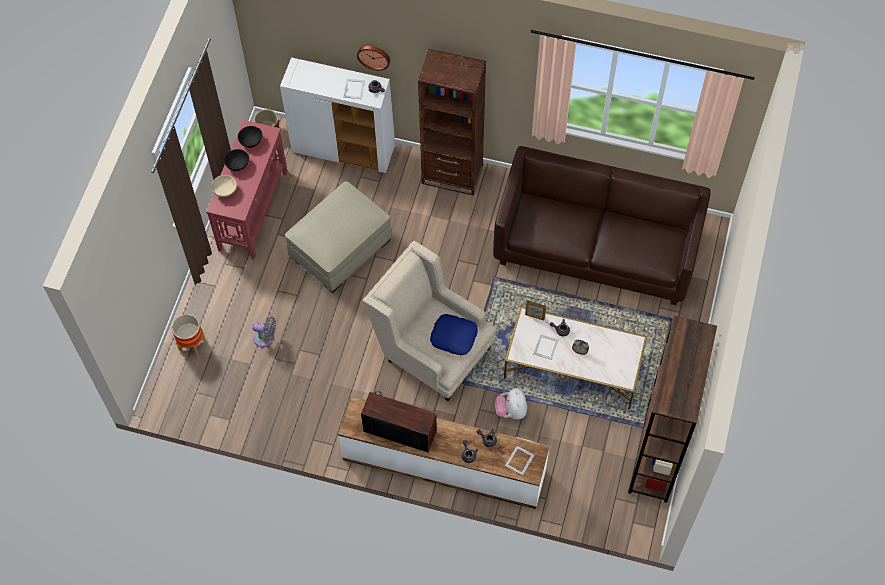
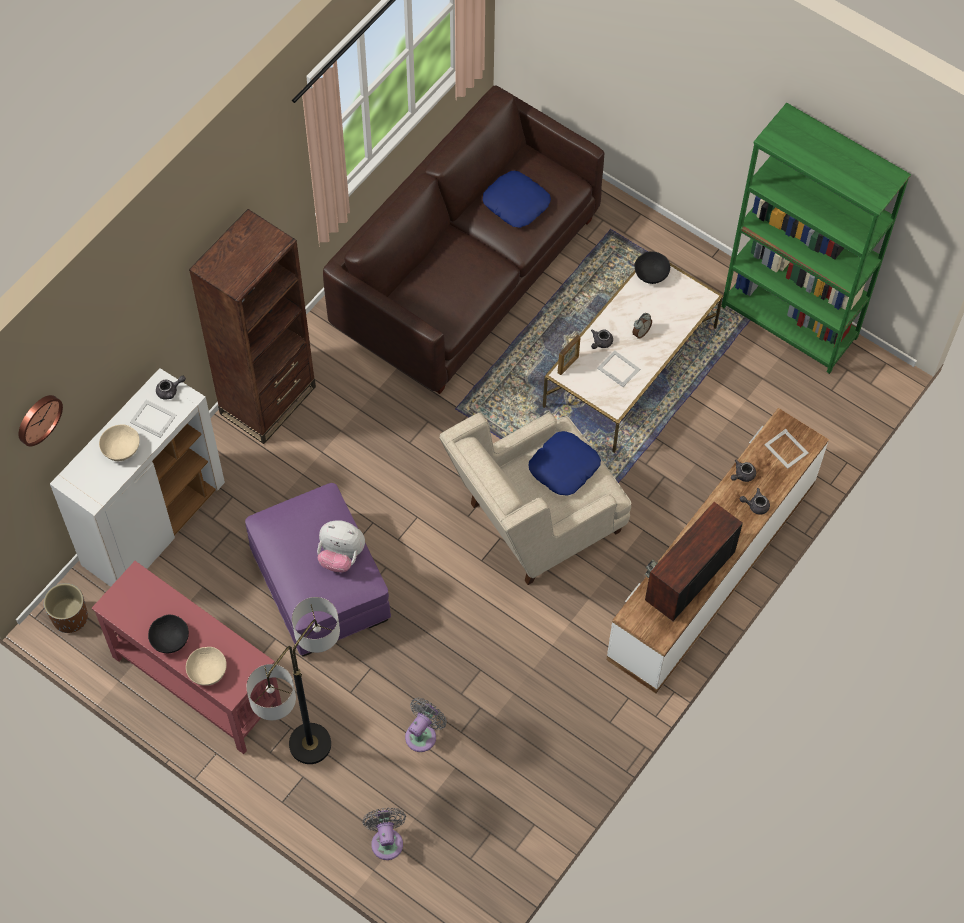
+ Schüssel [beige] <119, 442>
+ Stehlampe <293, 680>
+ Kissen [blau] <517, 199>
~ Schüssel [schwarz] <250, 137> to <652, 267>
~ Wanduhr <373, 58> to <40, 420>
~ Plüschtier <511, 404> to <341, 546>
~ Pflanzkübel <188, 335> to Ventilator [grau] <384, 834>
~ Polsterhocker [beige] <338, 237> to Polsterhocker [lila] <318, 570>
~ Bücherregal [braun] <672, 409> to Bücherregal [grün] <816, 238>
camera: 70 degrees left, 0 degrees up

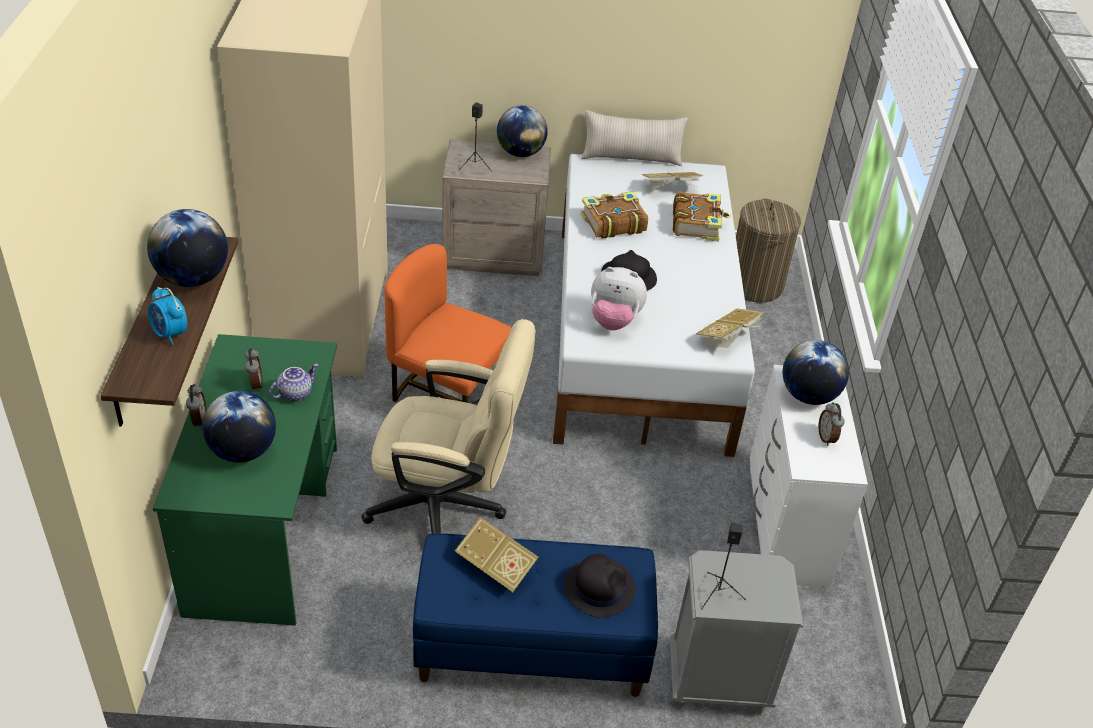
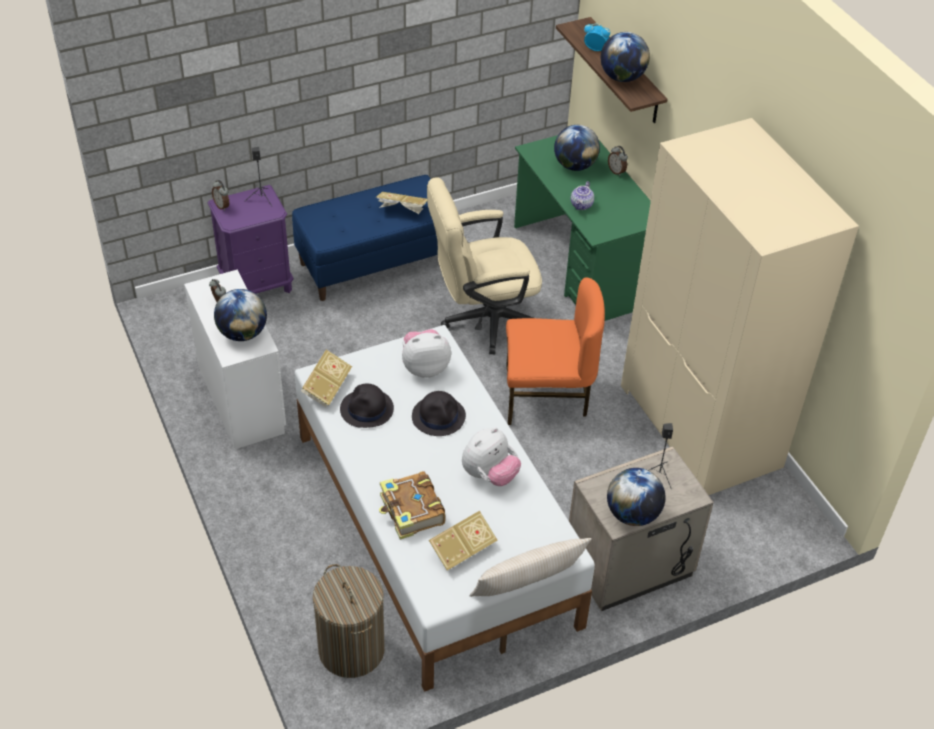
~ Wecker <254, 370> to <220, 195>
~ Hut [schwarz] <600, 585> to <367, 406>
~ Buch <614, 215> to Plüschtier <491, 456>
~ Nachttisch [grau] <736, 632> to Nachttisch [lila] <250, 239>
camera: 155 degrees right, 5 degrees up

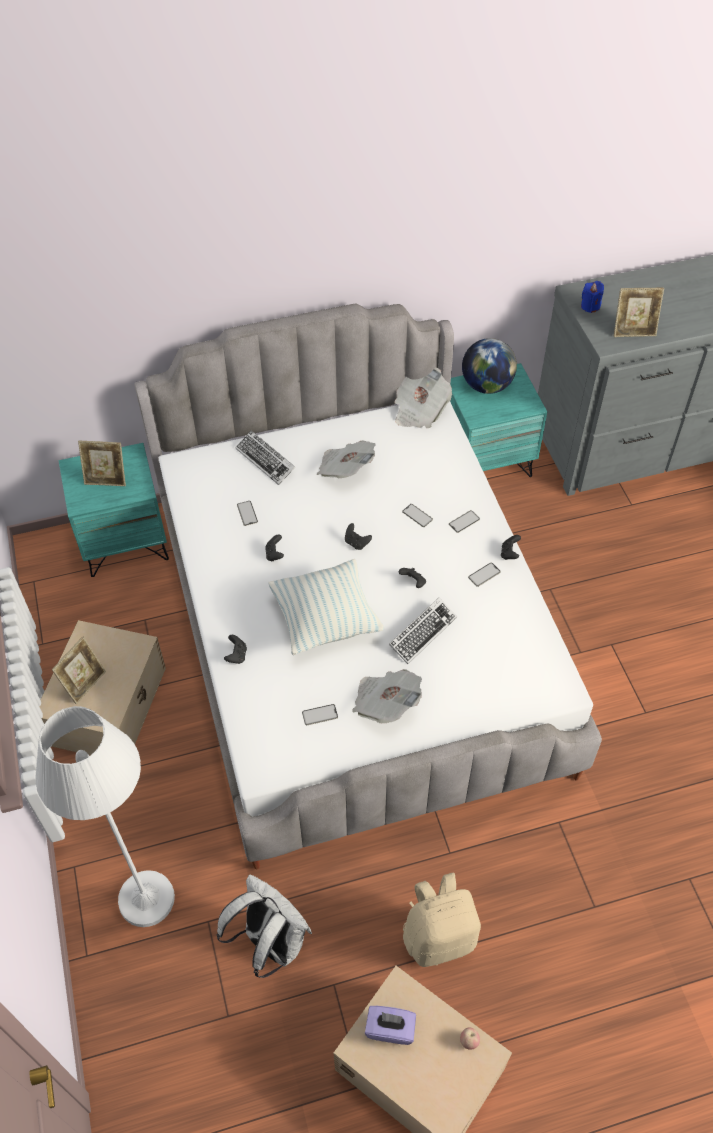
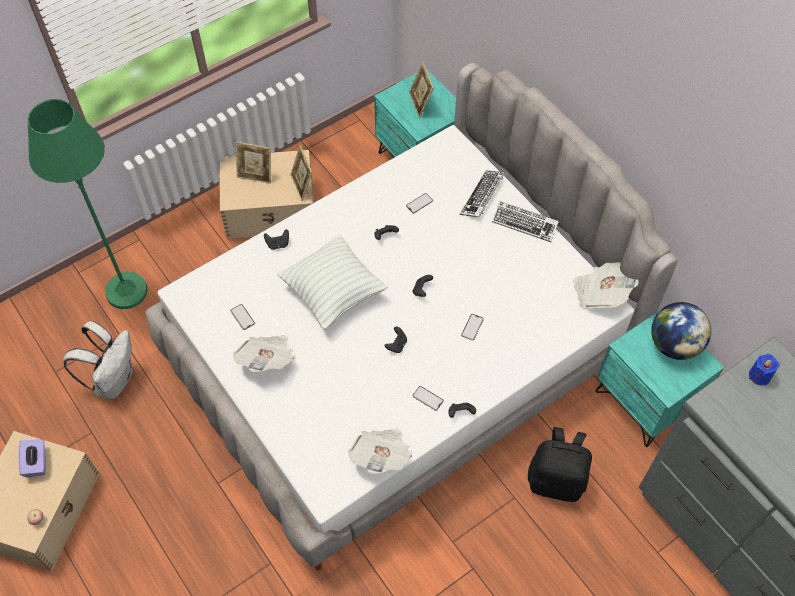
- Rucksack [beige] <442, 920>
- Handy <464, 521>
+ Rucksack [schwarz] <560, 464>
~ Zeitung <346, 459> to <380, 451>
~ Tastatur <423, 630> to <525, 221>
~ Bilderrahmen <639, 312> to <301, 173>
~ Stehlampe [weiß] <105, 816> to Stehlampe [grün] <88, 204>
camera: 70 degrees right, 5 degrees up

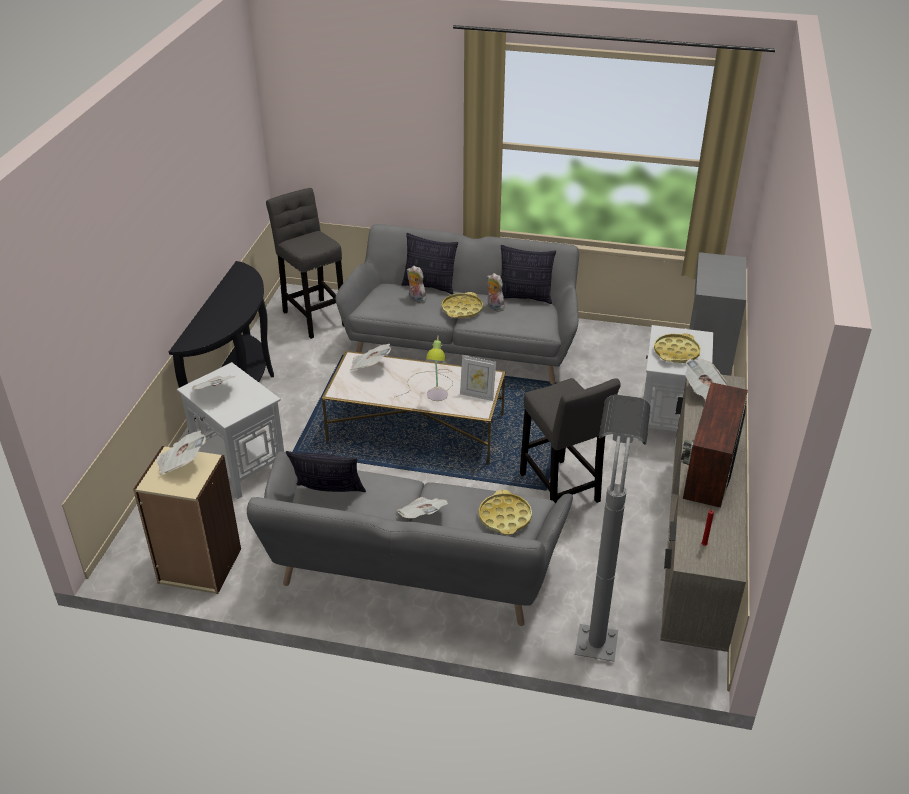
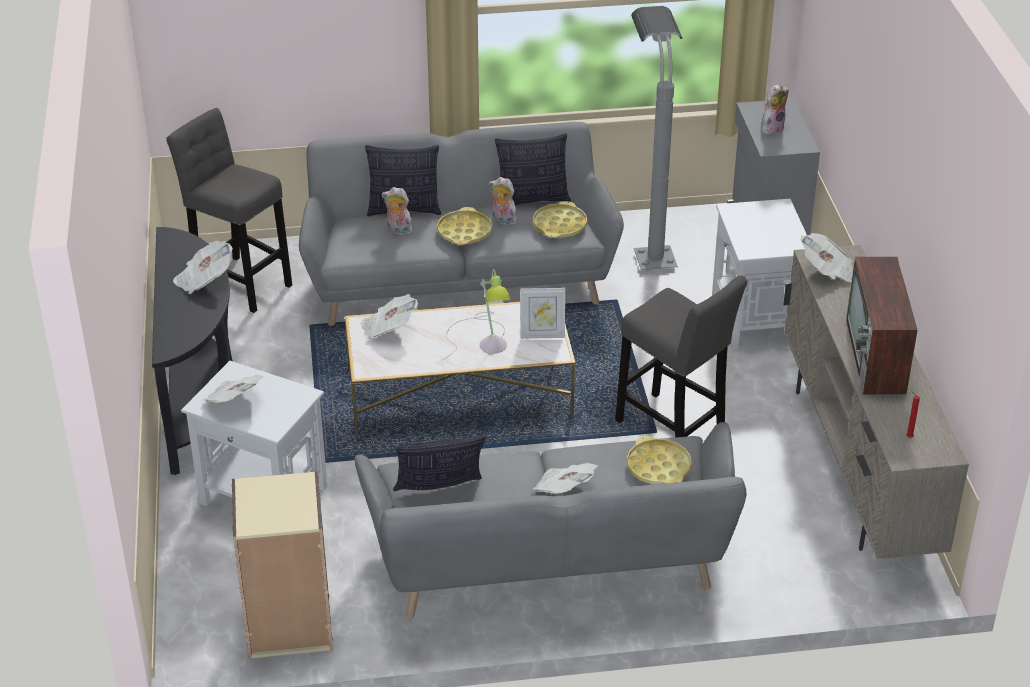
+ Plüschtier <775, 109>
~ Zeitung <181, 452> to <203, 267>
~ Stehlampe [grau] <613, 528> to <657, 138>
~ Tablett [gelb] <677, 348> to <560, 219>
camera: 20 degrees left, 0 degrees up

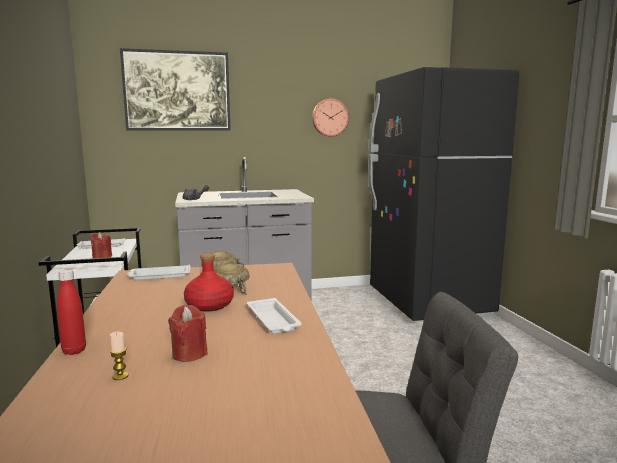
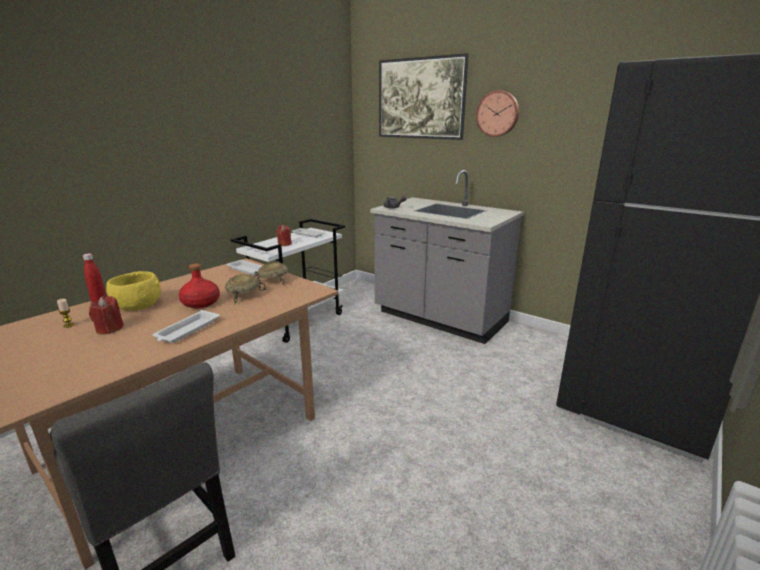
+ Schüssel [gelb] <133, 291>
~ Wanduhr <330, 117> to <497, 113>
camera: 50 degrees right, 10 degrees up

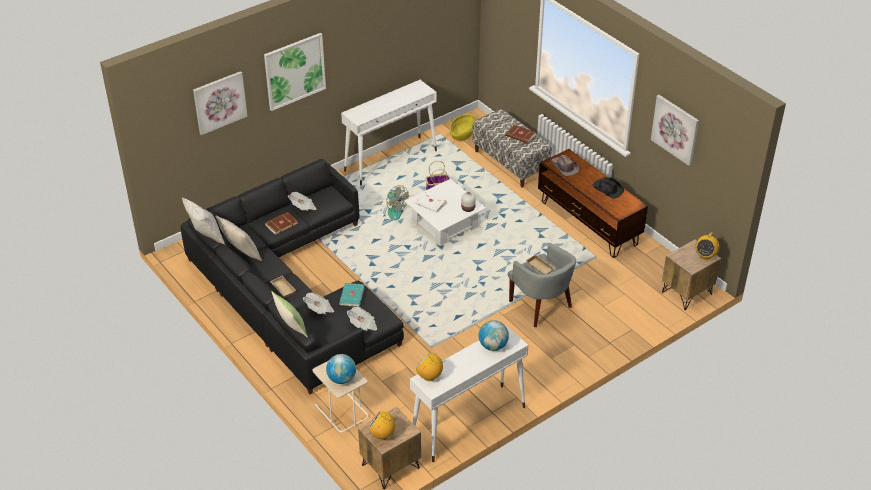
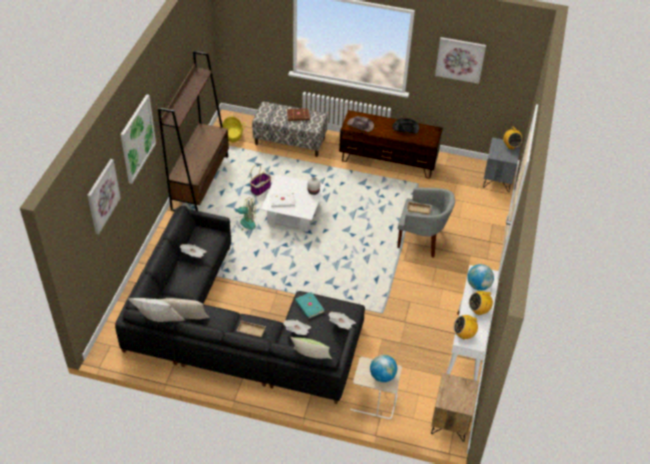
- Buch [braun] <281, 223>
~ Radio <383, 425> to <481, 302>
~ Konsolentisch [weiß] <389, 133> to Bücherregal [braun] <193, 131>
~ Nachttisch [braun] <691, 274> to Nachttisch [grau] <502, 164>
camera: 40 degrees left, 5 degrees up

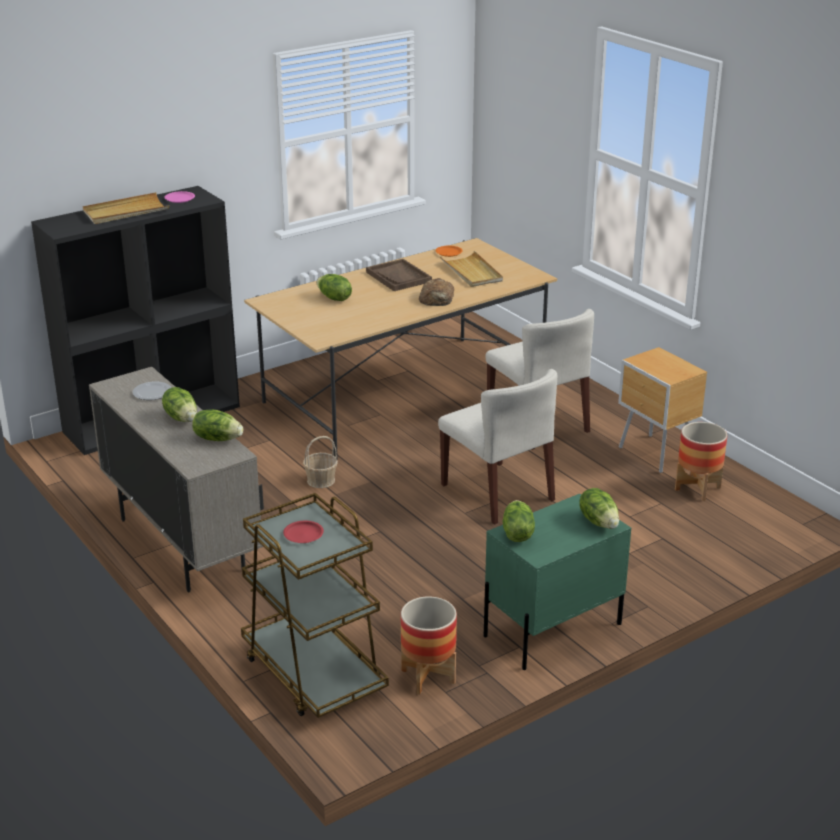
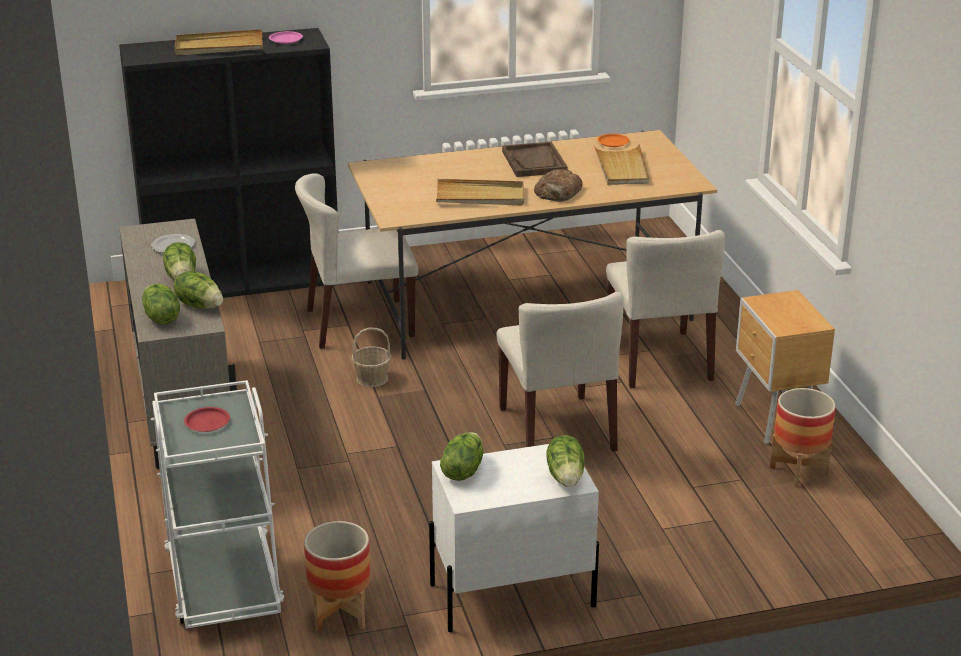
+ Stuhl [beige] <356, 261>
+ Tablett [beige] <480, 192>
~ Salatkopf <334, 287> to <161, 304>
~ Rollwagen [braun] <315, 605> to Rollwagen [weiß] <217, 504>
~ Nachttisch [grün] <557, 582> to Nachttisch [weiß] <514, 538>
camera: 20 degrees right, 0 degrees up

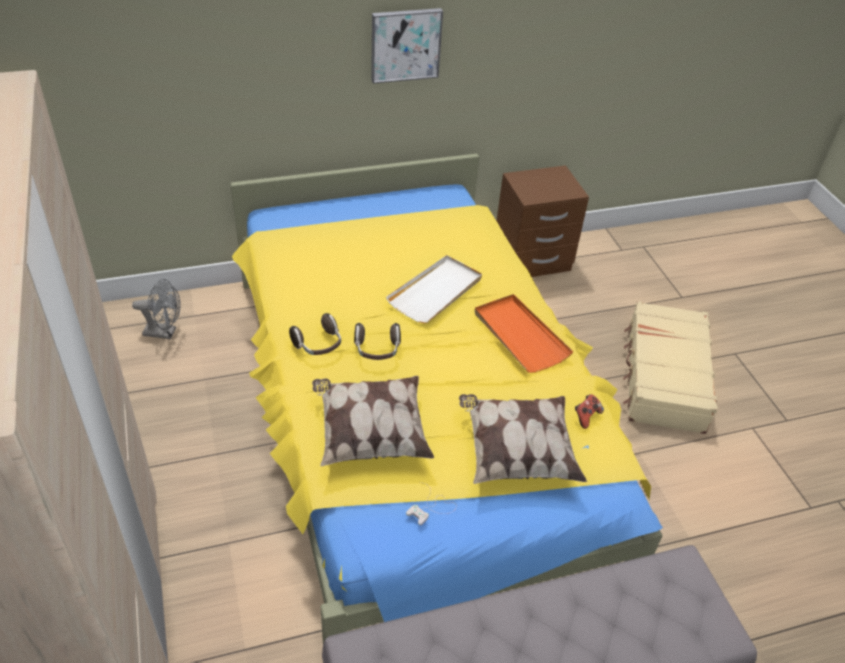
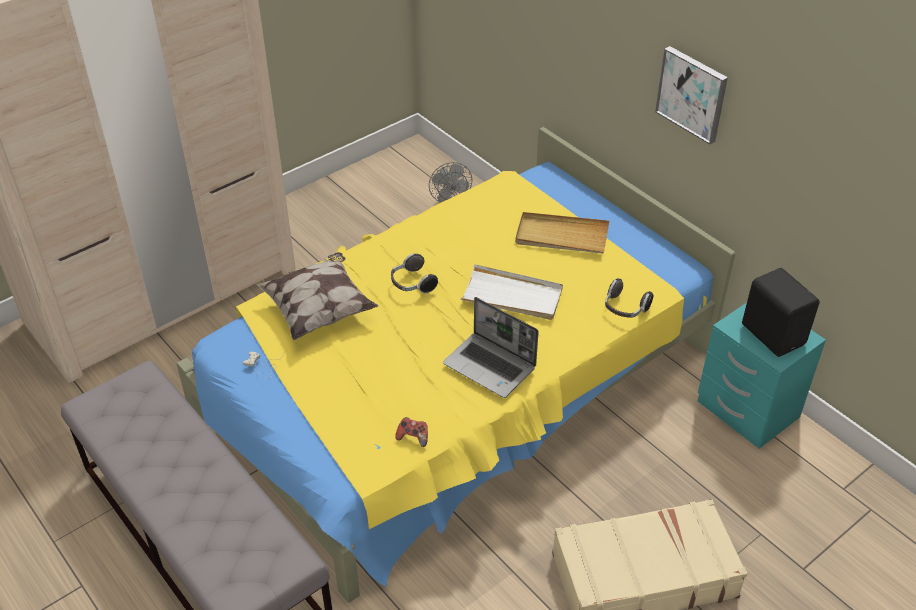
- Kissen <523, 439>
+ Tablett [beige] <562, 233>
+ Lautsprecher [schwarz] <781, 312>
~ Kopfhörer <315, 334> to <629, 298>
~ Tablett [orange] <524, 333> to Laptop <491, 347>
~ Nachttisch [braun] <543, 221> to Nachttisch [türkis] <762, 376>
camera: 70 degrees right, 0 degrees up

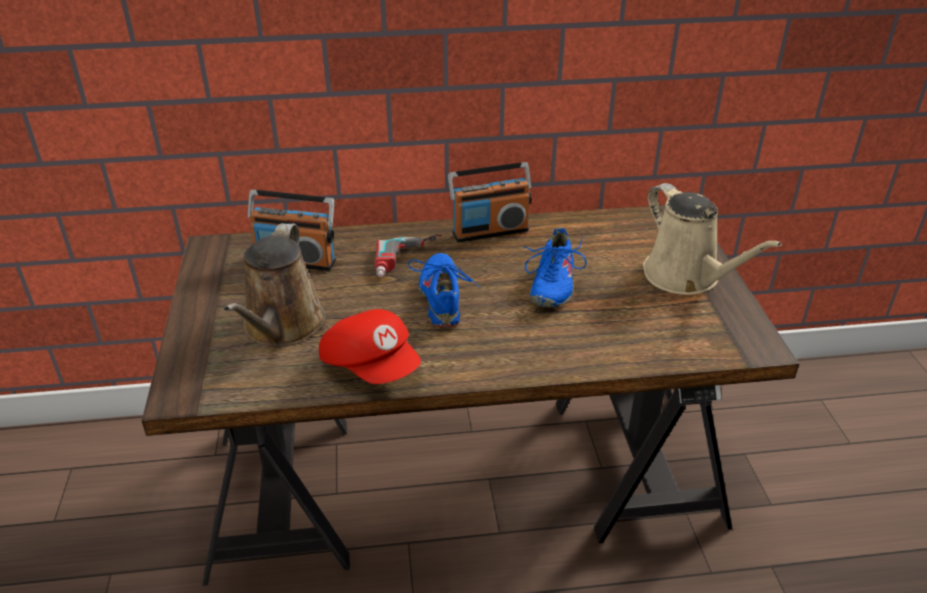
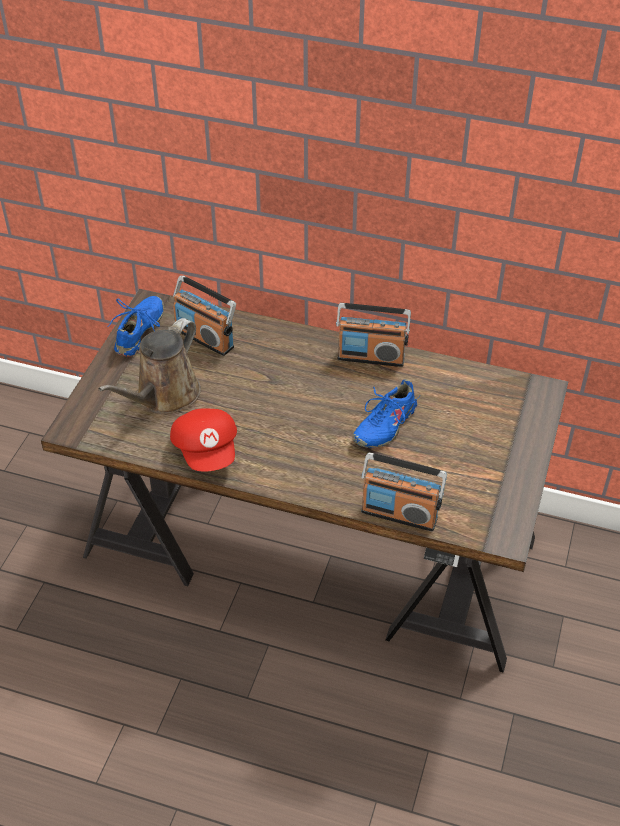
- Bohrmaschine <408, 255>
- Gießkanne [beige] <712, 239>
+ Radio <404, 491>
~ Schuh [blau] <444, 290> to <135, 326>
camera: 25 degrees right, 10 degrees up

